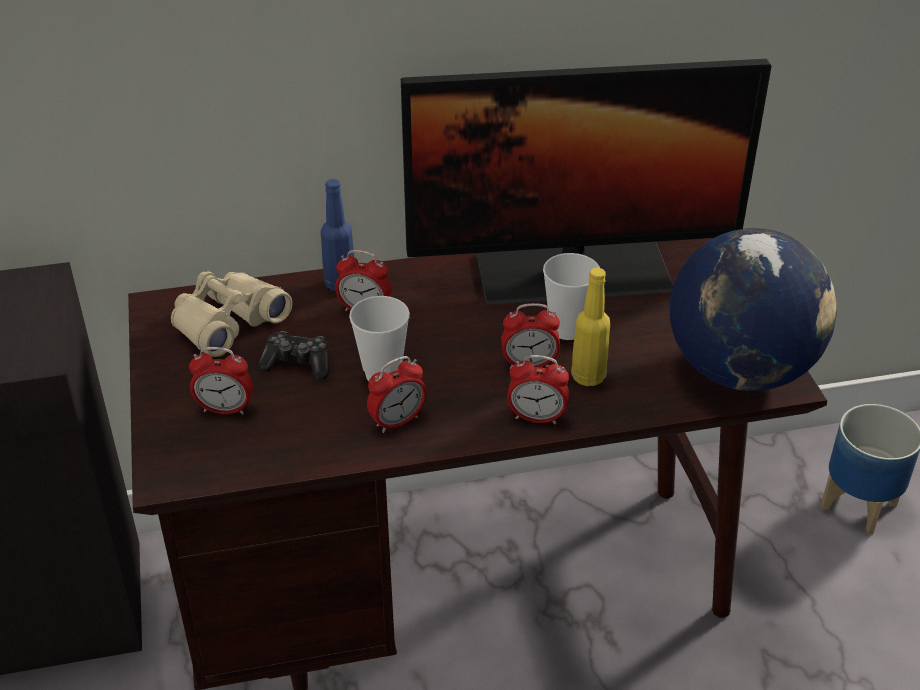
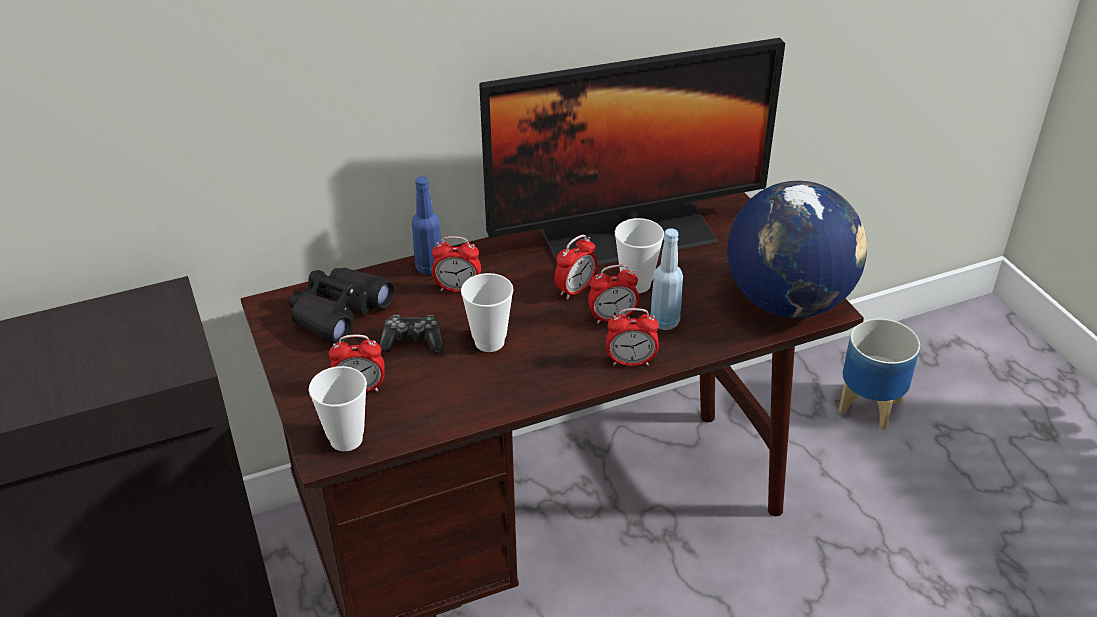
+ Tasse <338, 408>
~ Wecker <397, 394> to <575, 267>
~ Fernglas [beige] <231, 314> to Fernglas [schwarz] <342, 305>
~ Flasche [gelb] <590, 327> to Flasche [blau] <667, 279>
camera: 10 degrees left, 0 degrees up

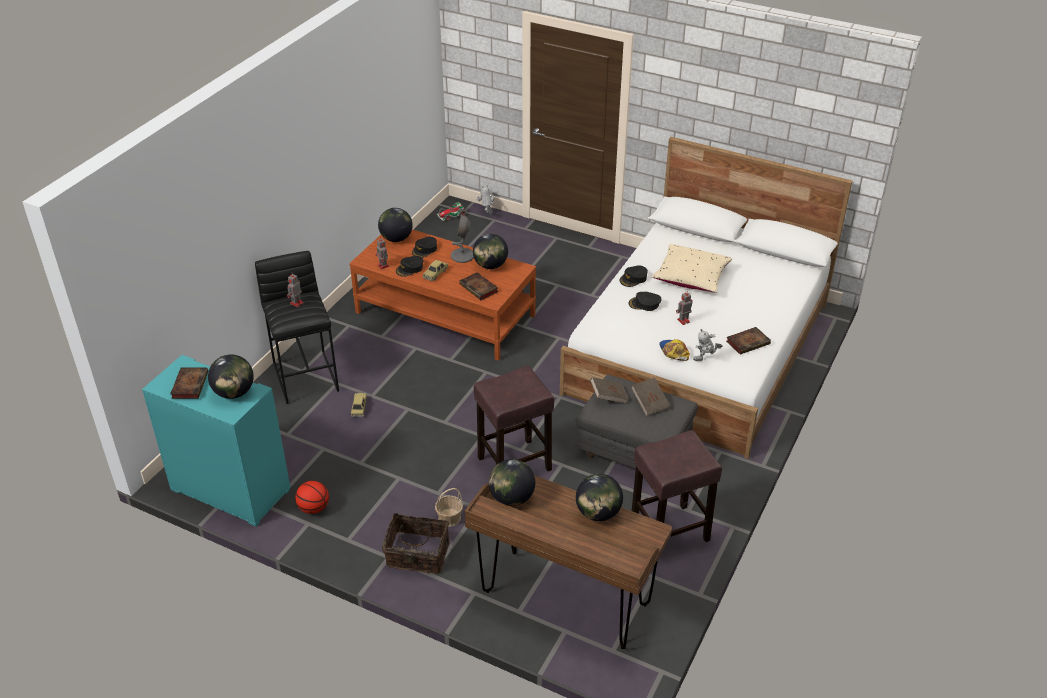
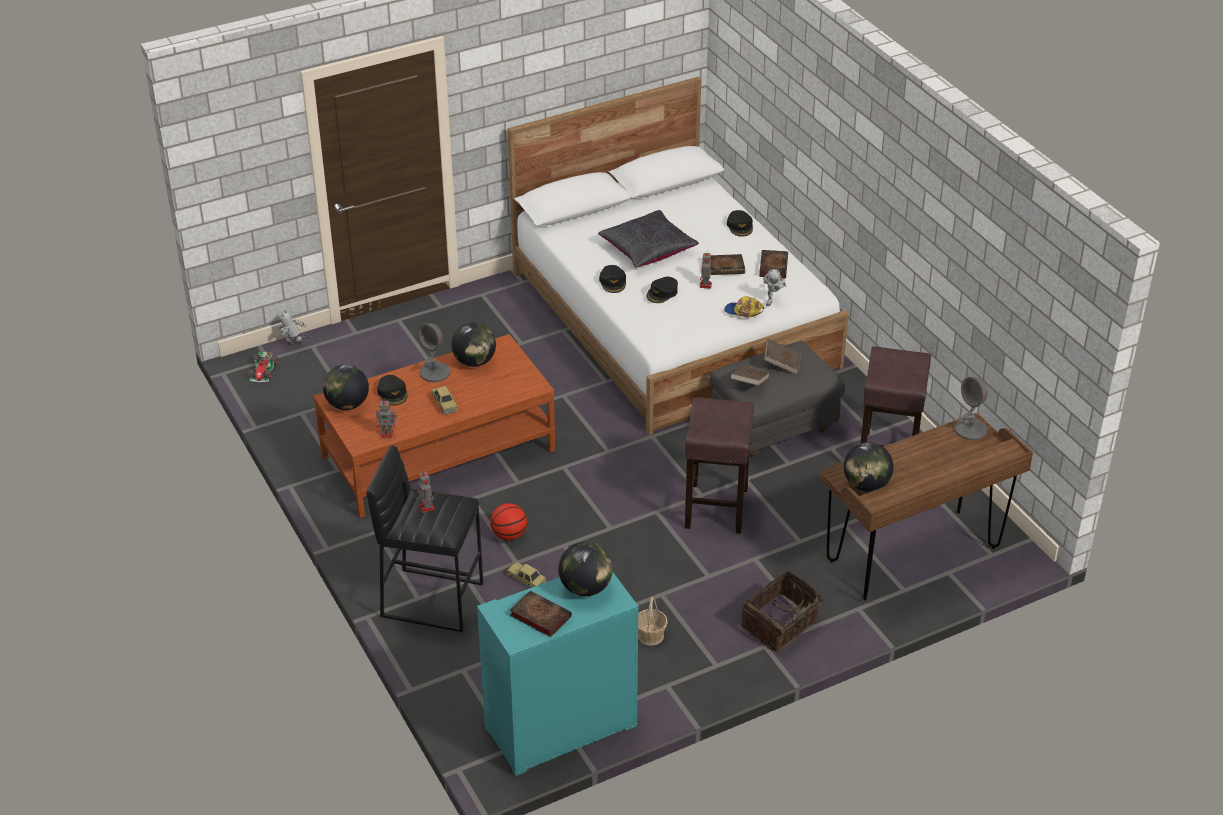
- Globus <599, 497>
+ Tischlampe [grau] <971, 408>
~ Basketball <312, 497> to <508, 521>
~ Kappe [schwarz] <410, 266> to <740, 223>
~ Korb <449, 507> to <653, 621>
~ Buch <478, 286> to <728, 264>
~ Kissen [beige] <691, 268> to Kissen [schwarz] <648, 238>
camera: 55 degrees left, 0 degrees up

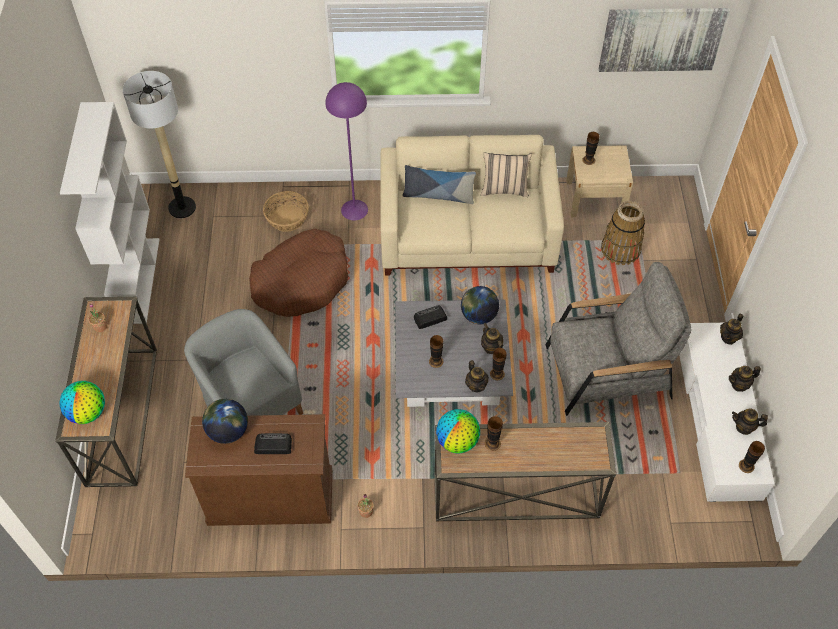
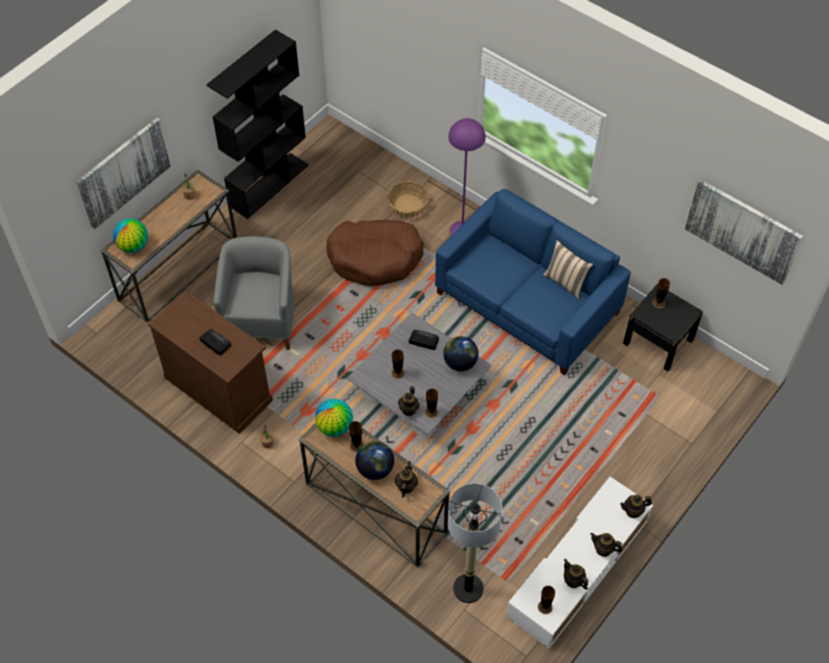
- Kissen <439, 184>
- Sessel [grau] <618, 339>
- Korb <623, 233>
+ Bild <124, 173>
~ Stehlampe <159, 144> to <475, 543>
~ Globus <225, 421> to <374, 460>
~ Teekanne <492, 338> to <406, 479>
~ Bücherregal [weiß] <110, 213> to Bücherregal [schwarz] <257, 124>
~ Sofa [beige] <472, 205> to Sofa [blau] <533, 282>
~ Nachttisch [beige] <599, 181> to Nachttisch [schwarz] <663, 327>
camera: 40 degrees right, 0 degrees up

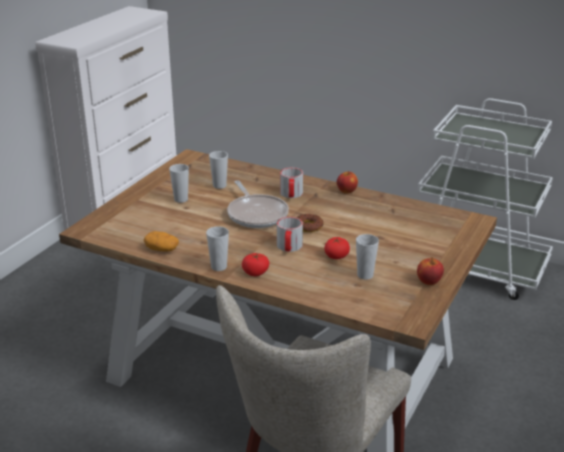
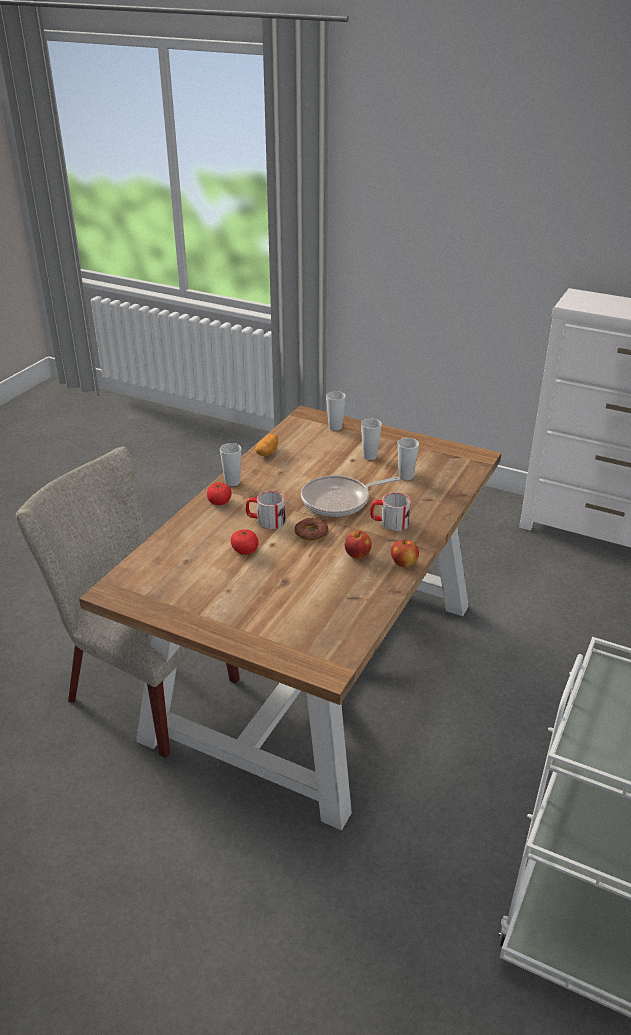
~ Tasse <367, 257> to <336, 410>
~ Apfel <430, 271> to <358, 544>
camera: 90 degrees right, 5 degrees up

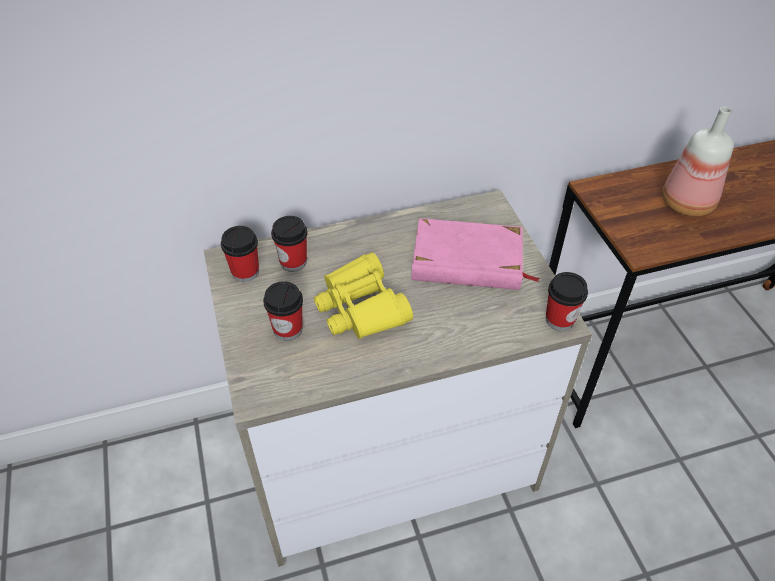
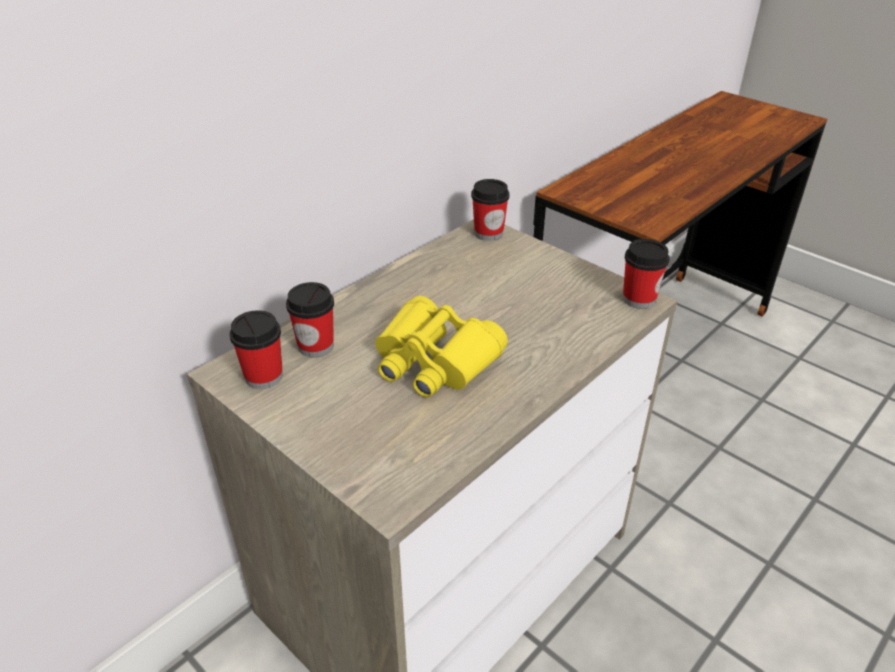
- Buch [rosa] <476, 254>
- Flasche <697, 162>
~ Tasse <283, 311> to <490, 210>
camera: 30 degrees left, 10 degrees down

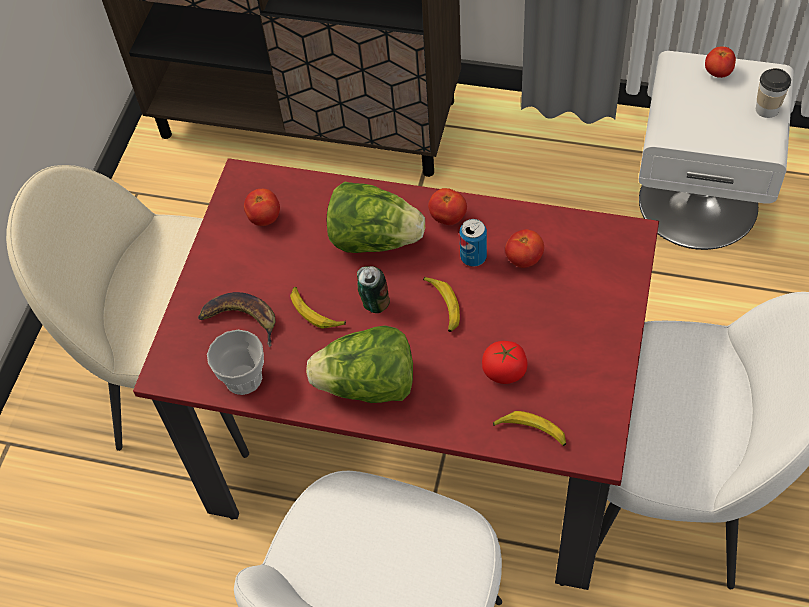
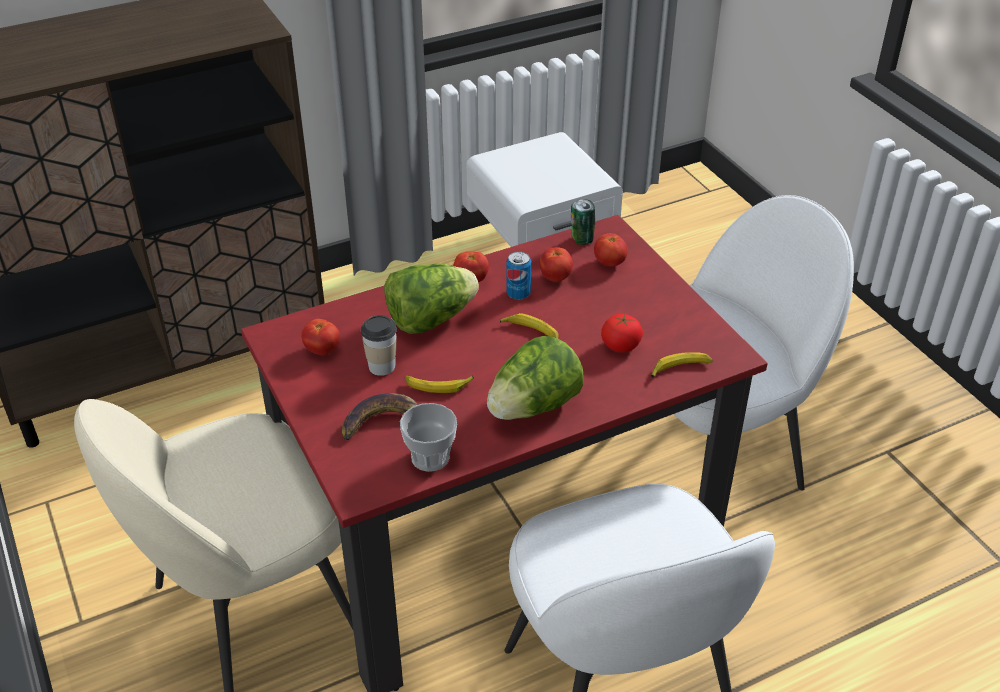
~ Dose <373, 289> to <583, 222>
~ Tomate <720, 62> to <611, 249>
~ Tasse <773, 93> to <379, 345>
camera: 45 degrees left, 15 degrees down

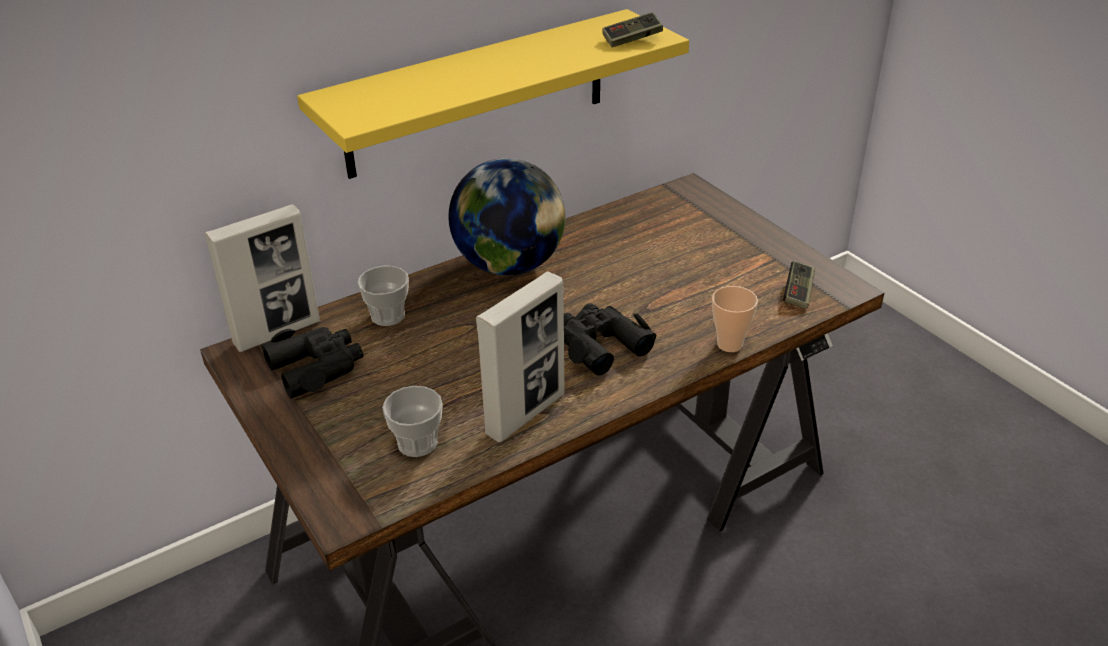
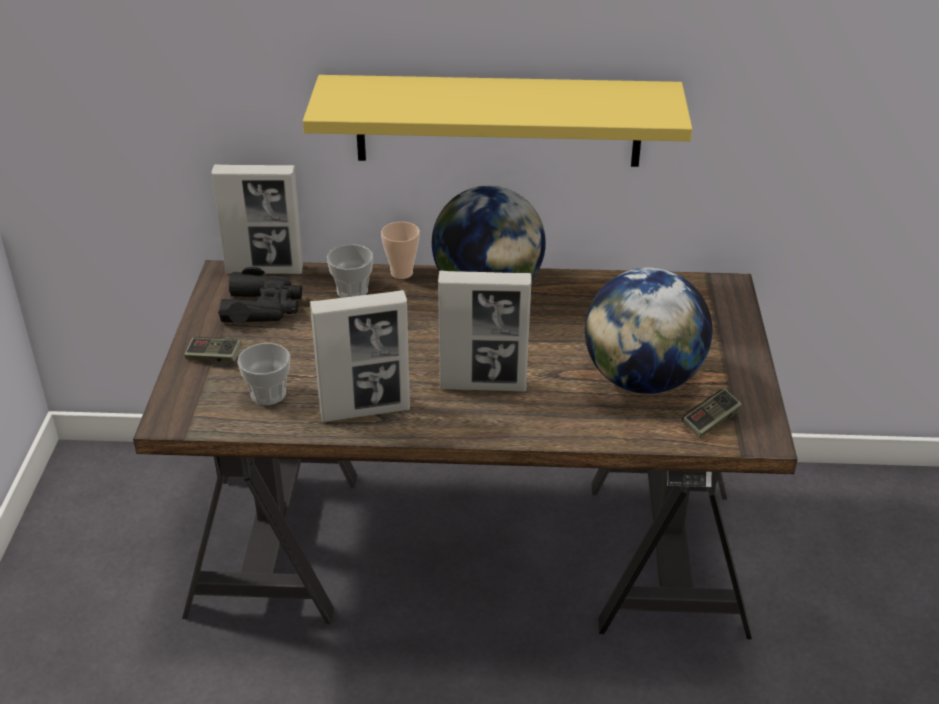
+ Globus <648, 330>
~ Gamepad <632, 29> to <213, 349>
~ Tasse <735, 319> to <400, 250>
~ Fernglas [schwarz] <610, 339> to Bilderrahmen <484, 331>
camera: 35 degrees right, 0 degrees up

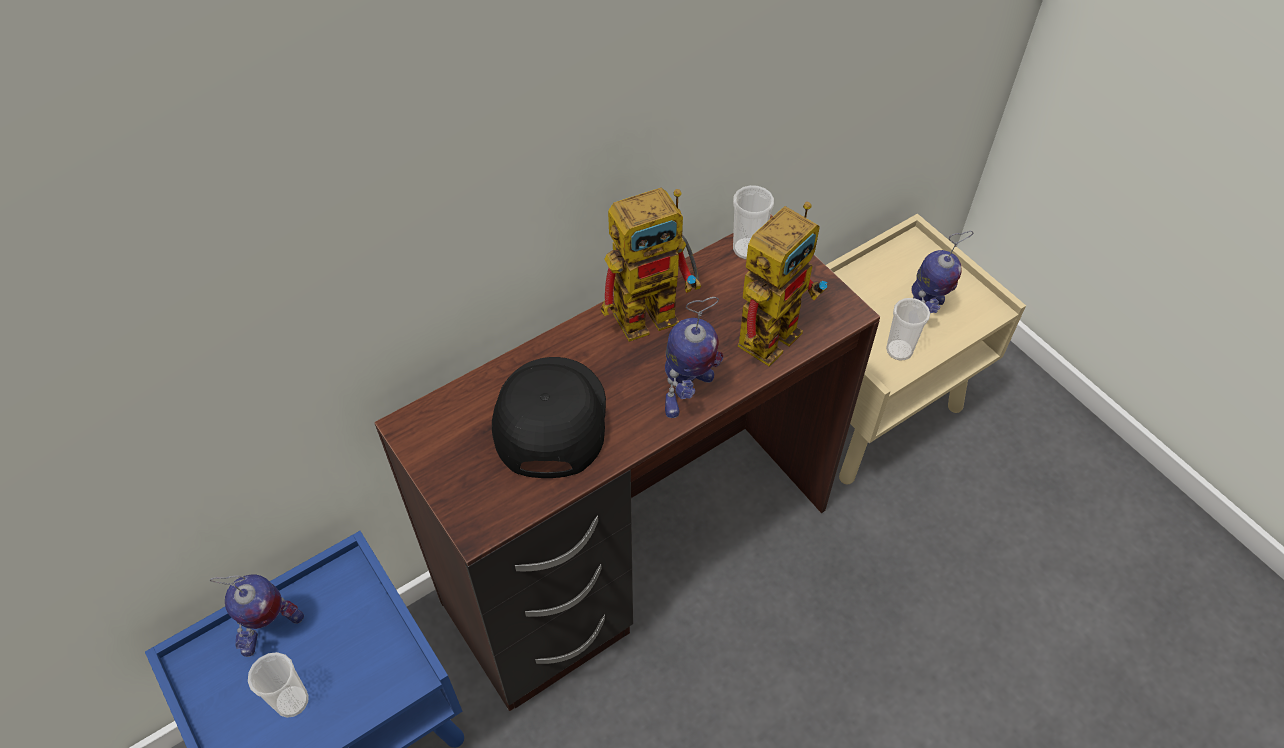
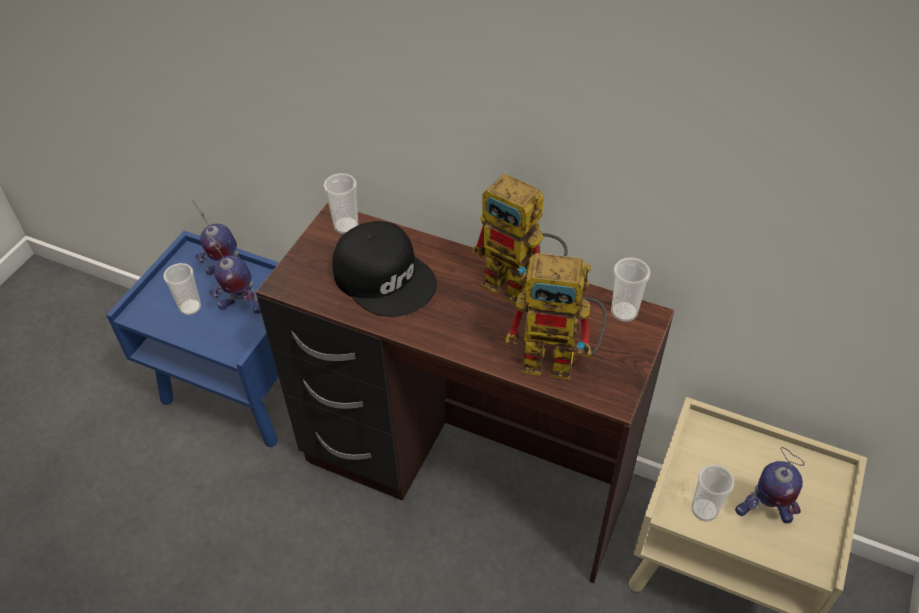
+ Tasse <340, 203>
~ Spielzeugroboter <694, 357> to <233, 274>
~ Kappe [schwarz] <549, 417> = <384, 269> 75 degrees clockwise
camera: 60 degrees right, 5 degrees down

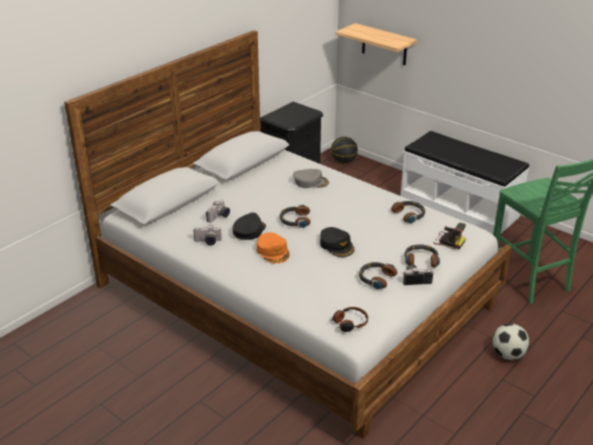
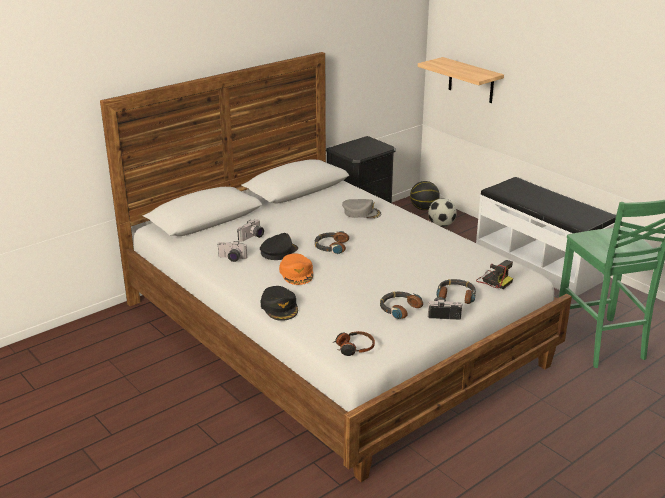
- Kopfhörer <408, 212>
~ Kappe [schwarz] <337, 242> to <279, 303>
~ Fußball <511, 342> to <442, 212>
camera: 10 degrees right, 5 degrees down

